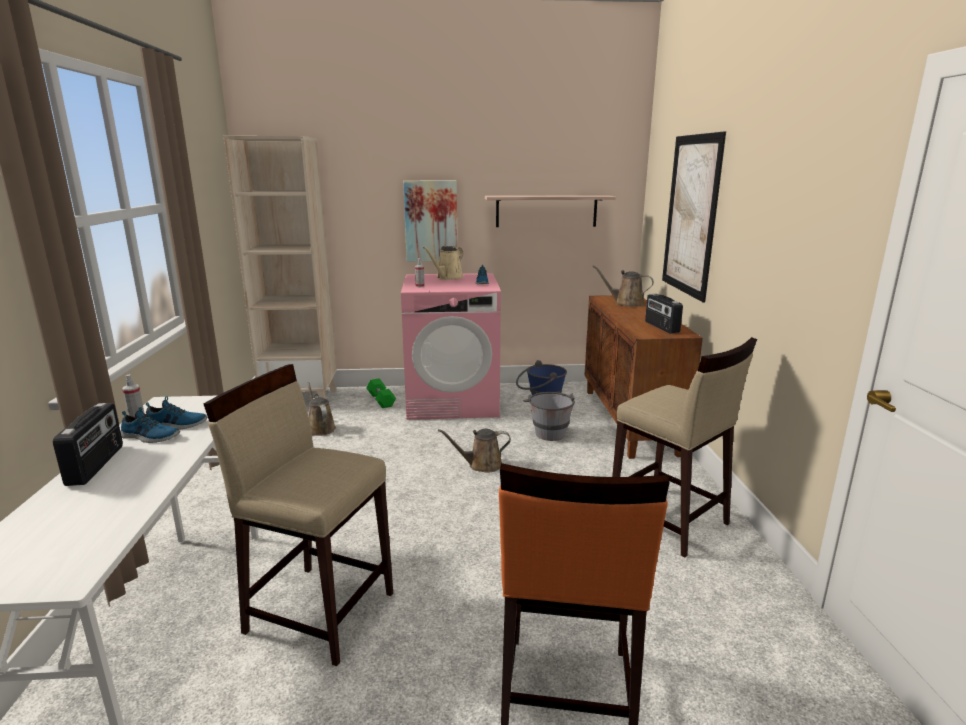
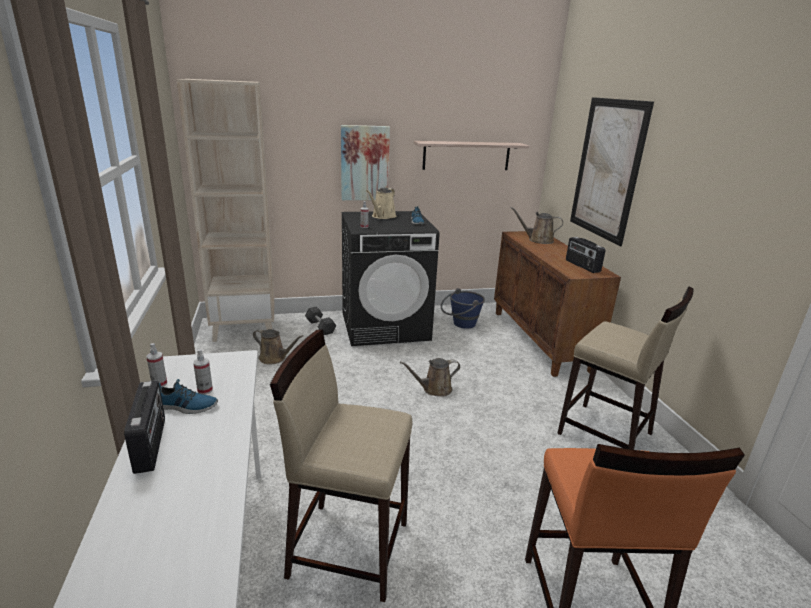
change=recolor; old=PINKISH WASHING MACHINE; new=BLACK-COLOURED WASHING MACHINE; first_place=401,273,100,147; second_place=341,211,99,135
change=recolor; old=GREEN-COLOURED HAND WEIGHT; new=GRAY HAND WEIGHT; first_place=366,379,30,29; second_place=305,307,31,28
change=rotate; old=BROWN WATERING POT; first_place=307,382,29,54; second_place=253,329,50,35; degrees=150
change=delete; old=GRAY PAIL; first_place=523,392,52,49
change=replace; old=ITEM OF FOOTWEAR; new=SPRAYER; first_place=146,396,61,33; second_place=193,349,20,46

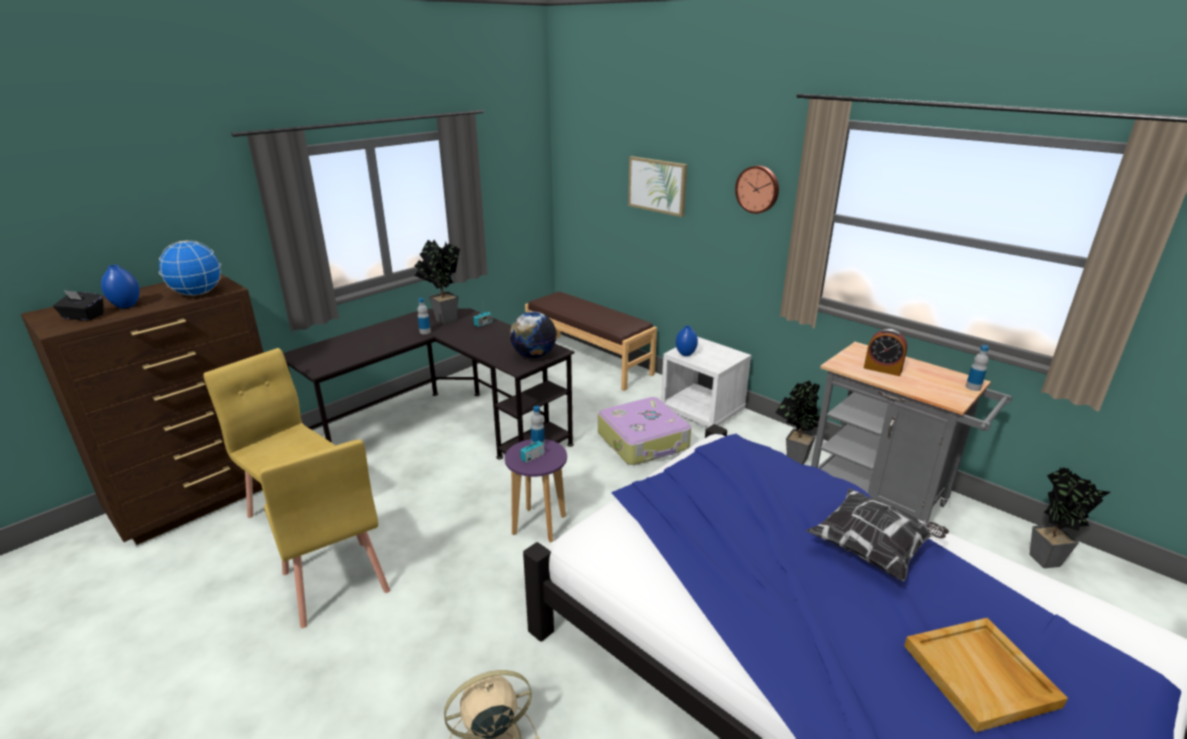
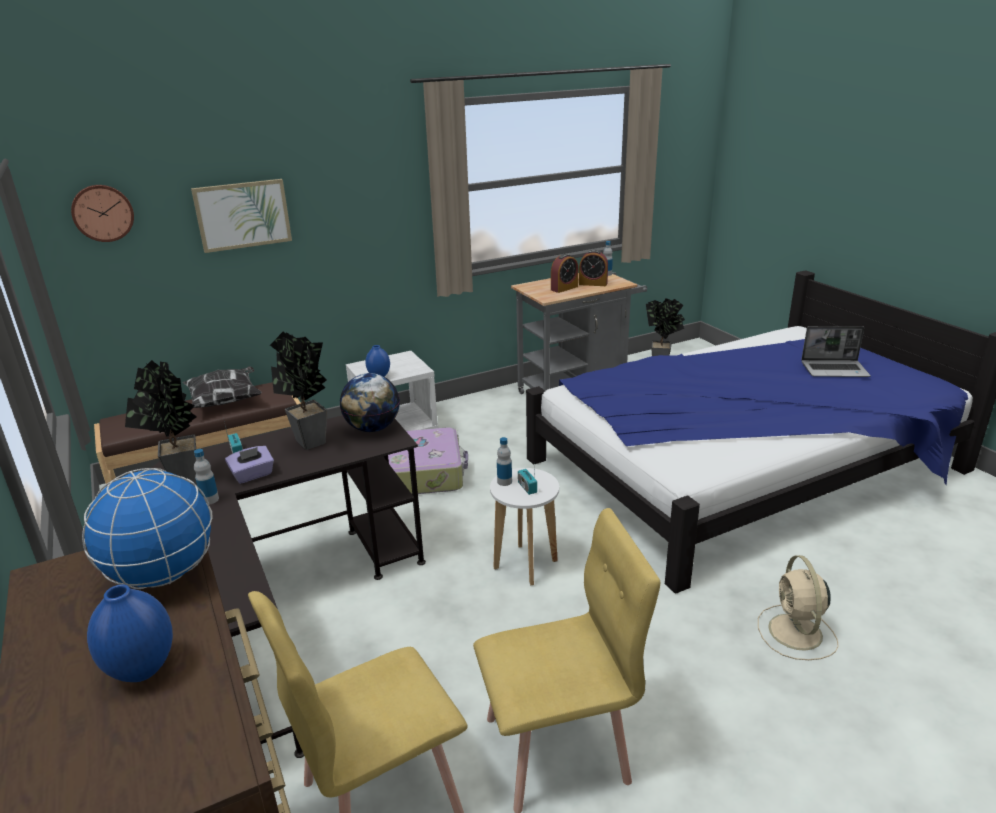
change=move; old=CLOCK ON THE WALL; first_place=735,165,44,49; second_place=71,185,63,57
change=delete; old=BLACK-COLOURED BOX OF TISSUES; first_place=53,290,51,31
change=move; old=PLANT IN A POT; first_place=776,380,44,85; second_place=270,331,57,119
change=recolor; old=PURPLE-COLOURED SITTING STOOL; new=WHITISH SITTING STOOL; first_place=505,439,62,104; second_place=490,468,69,117
change=move; old=PILLOW; first_place=806,489,143,92; second_place=182,366,80,42
change=replace; old=BEIGE-COLOURED TRAY; new=NOTEBOOK COMPUTER; first_place=904,618,164,115; second_place=801,326,70,51
change=insert; new=TABLE CLOCK; second_place=579,250,29,36
change=insert; new=PURPLE-COLOURED BOX OF TISSUES; second_place=225,446,49,38

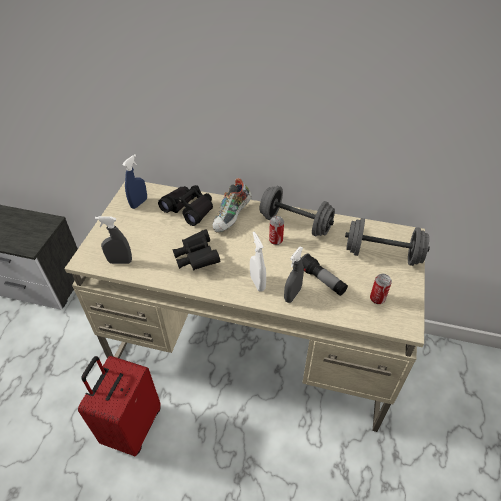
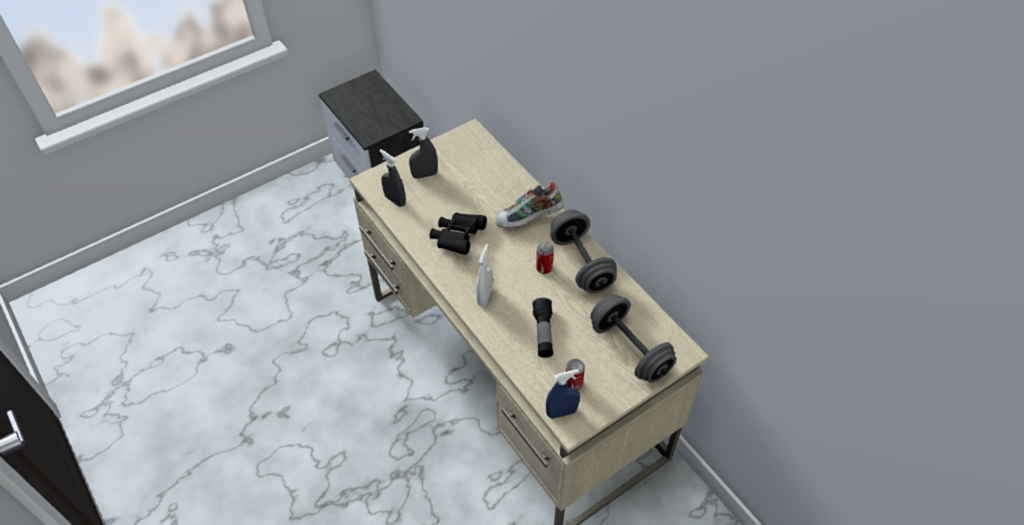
change=move; old=BLUE SPRAYER; first_place=122,154,25,55; second_place=546,369,34,50
change=delete; old=BLACK-COLOURED PAIR OF BINOCULARS; first_place=158,185,55,41
change=move; old=GRAY SPRAYER; first_place=284,247,20,56; second_place=409,127,29,52
change=delete; old=RED-COLOURED TRAVEL CASE; first_place=78,356,83,100

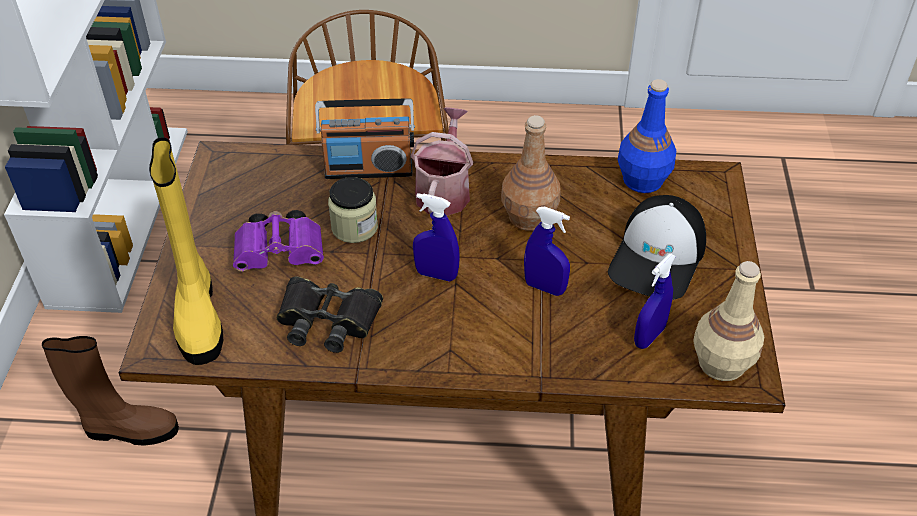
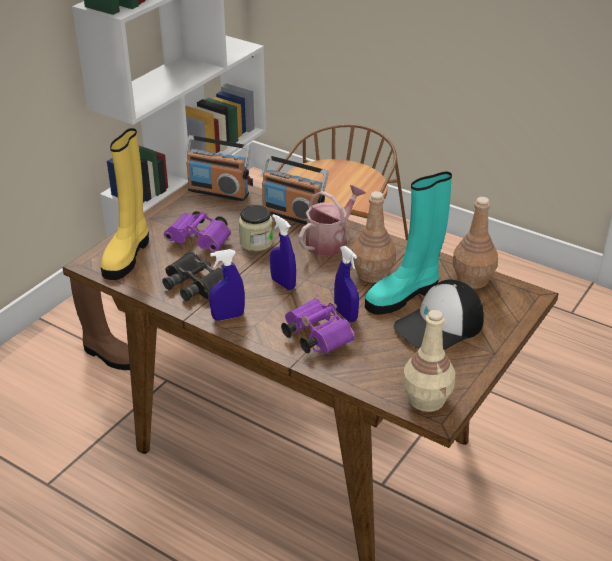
change=recolor; old=BLUE BOTTLE; new=BROWN BOTTLE; first_place=618,79,58,114; second_place=453,197,45,92
change=move; old=BLUE SPRAYER; first_place=634,253,42,96; second_place=209,249,36,72
change=insert; new=RADIO SET; second_place=185,135,66,66
change=insert; new=TURQUOISE-COLOURED HIGH-TOP BOOT; second_place=365,171,87,144
change=insert; new=PURPLE-COLOURED PAIR OF BINOCULARS; second_place=281,298,74,55

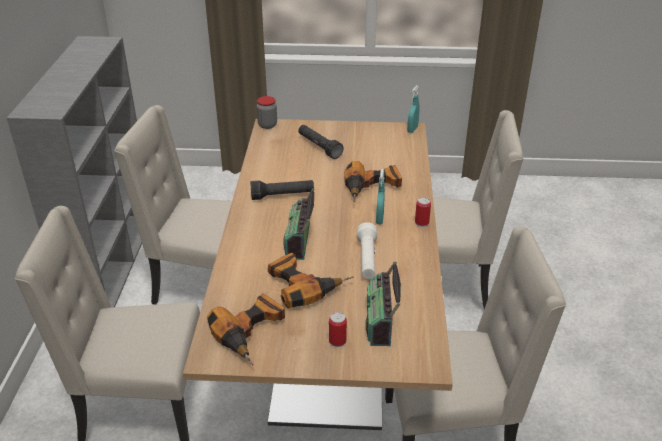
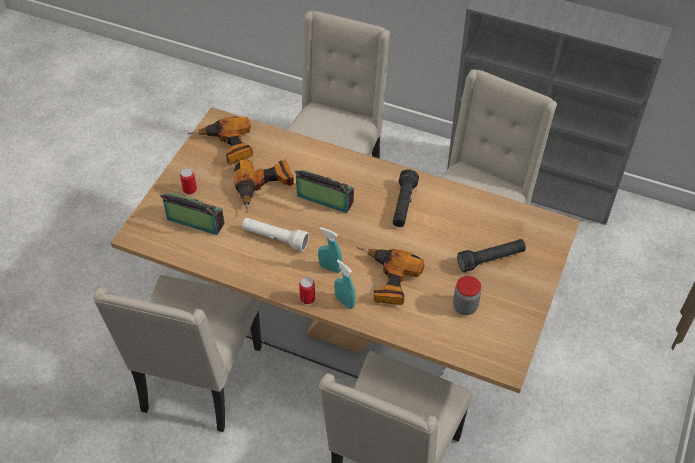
change=move; old=TURQUOISE-COLOURED SPRAYER; first_place=407,85,13,48; second_place=334,259,22,50
change=move; old=PRESERVE JAR; first_place=257,96,20,33; second_place=453,276,28,39

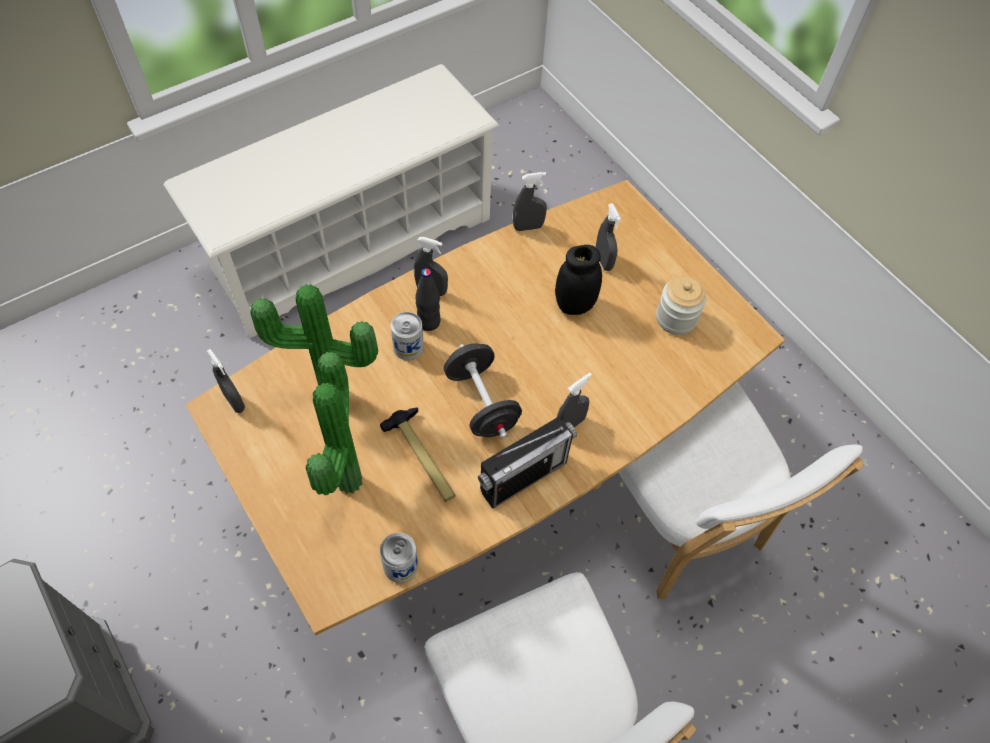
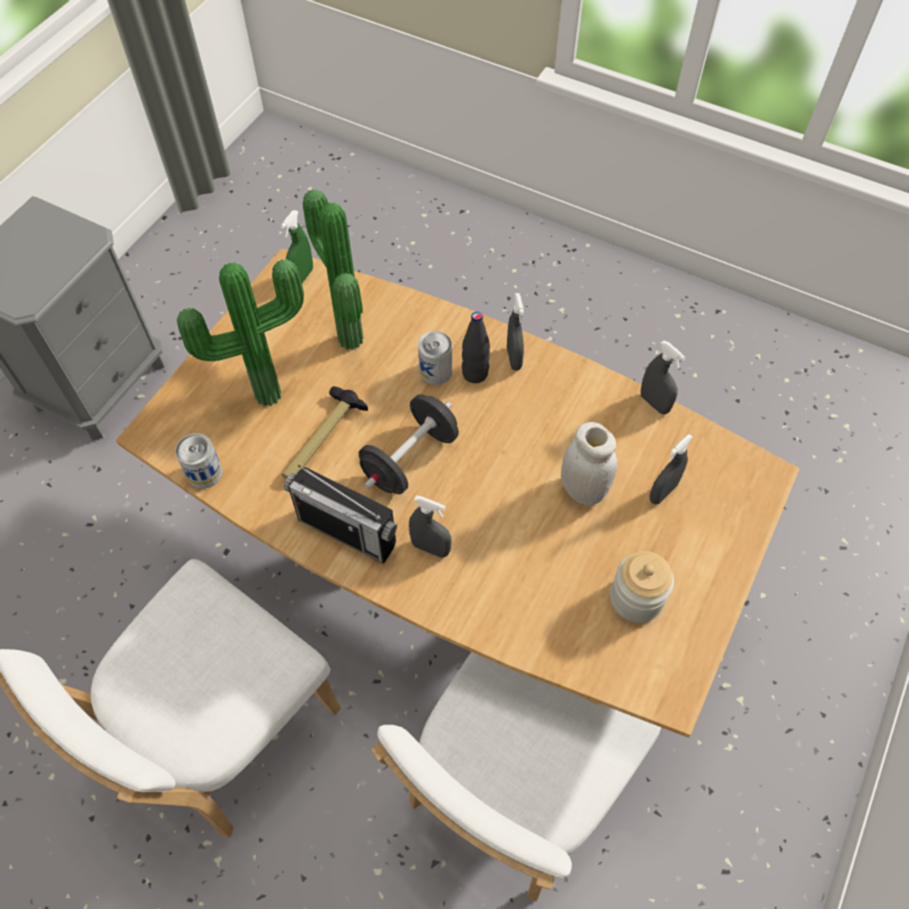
change=delete; old=WHITISH SHOE STAND; first_place=164,64,335,275
change=recolor; old=BLACK-COLOURED PRESERVE JAR; new=WHITISH PRESERVE JAR; first_place=555,245,47,70; second_place=561,422,57,84
change=recolor; old=GRAY SPRAYER; new=GREEN-COLOURED SPRAYER; first_place=207,349,38,64; second_place=281,210,32,73

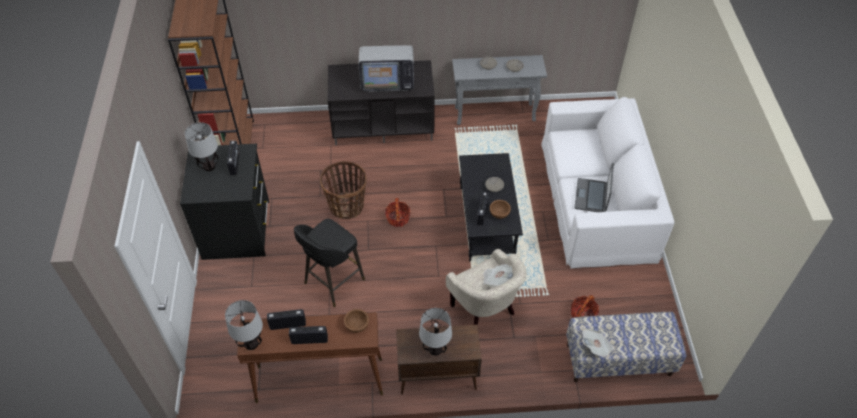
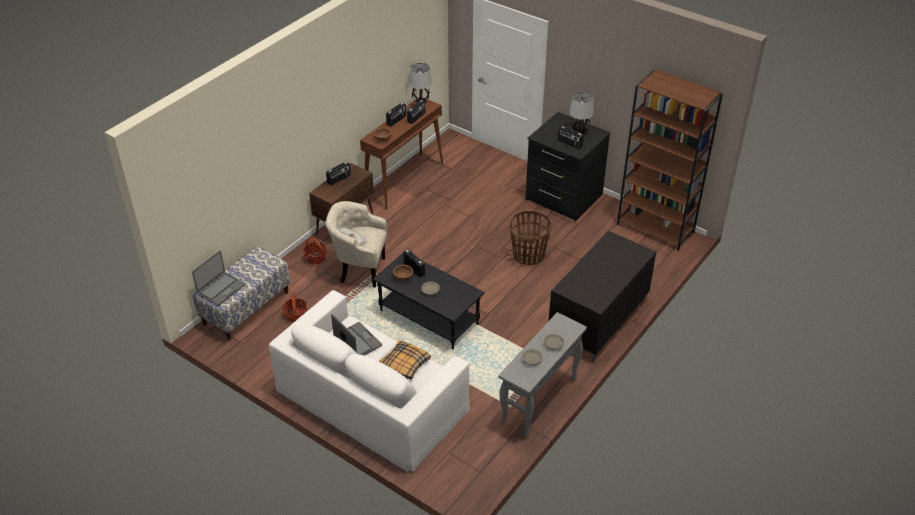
change=delete; old=TV; first_place=359,45,55,47
change=move; old=HOUSEHOLD BASKET; first_place=385,198,25,29; second_place=303,238,24,26
change=delete; old=BLACK-COLOURED SITTING STOOL; first_place=294,218,71,89
change=replace; old=TABLE LAMP; new=RADIO SET; first_place=419,308,33,48; second_place=326,161,25,24
change=delete; old=PRINTED PAPER; first_place=582,329,33,29
change=insert; new=NOTEBOOK COMPUTER; second_place=192,251,53,55
change=insert; new=PILLOW; second_place=379,340,52,40

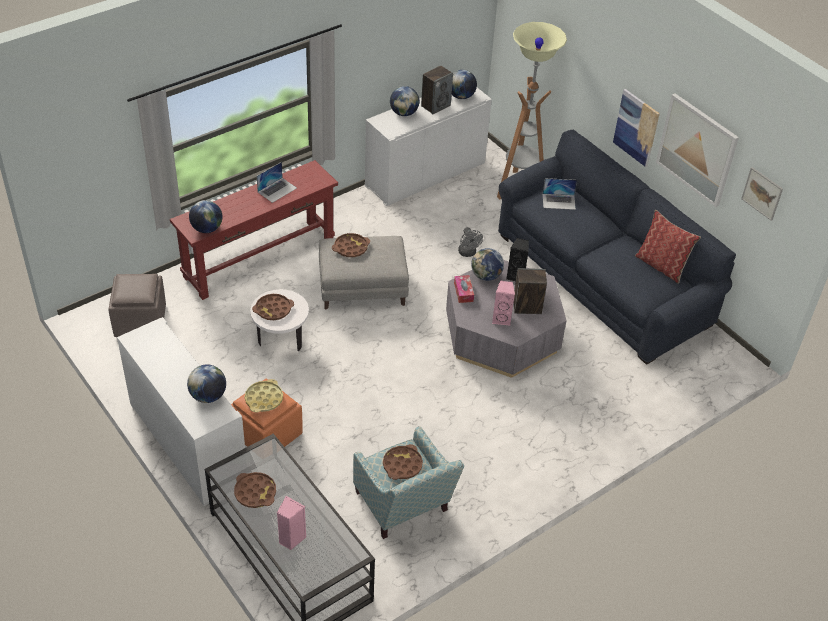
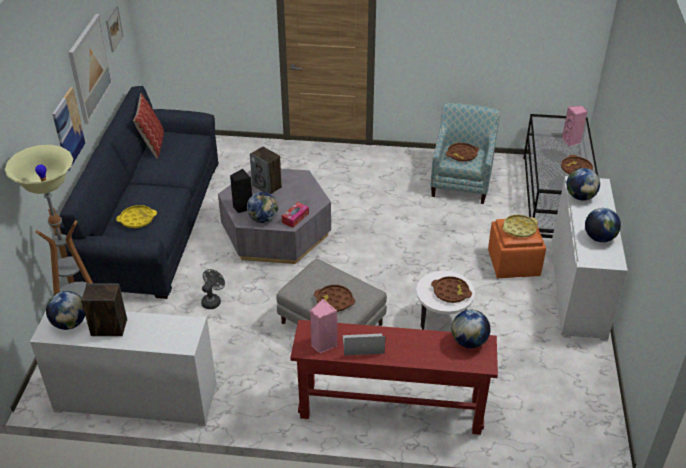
change=move; old=DESK GLOBE; first_place=390,86,30,30; second_place=585,208,36,34
change=replace; old=NOTEBOOK COMPUTER; new=YELLOW-COLOURED TRAY; first_place=543,178,34,32; second_place=116,205,41,23
change=delete; old=BROWN OTTOMAN; first_place=109,274,57,63
change=move; old=PINKISH LOUDSPEAKER; first_place=492,281,23,45; second_place=310,299,27,54

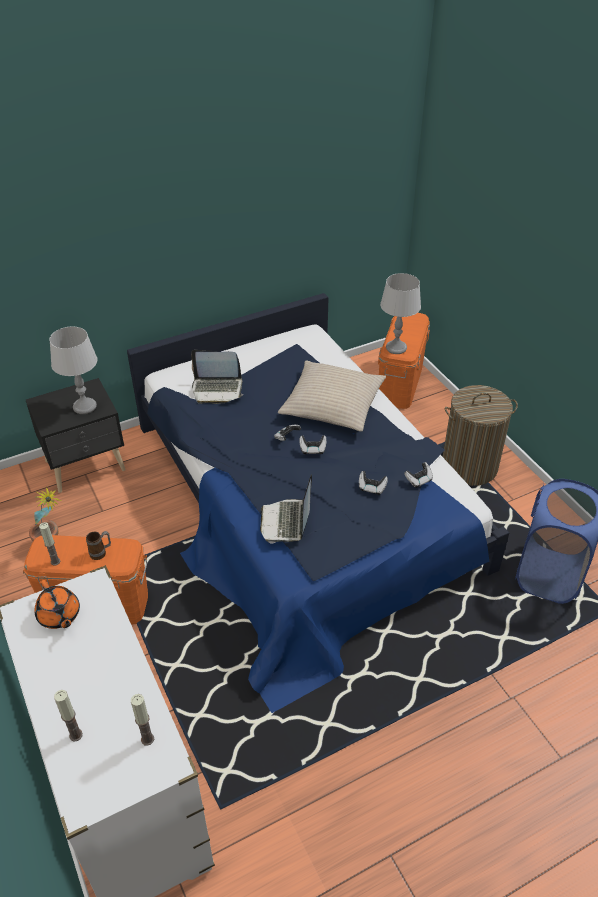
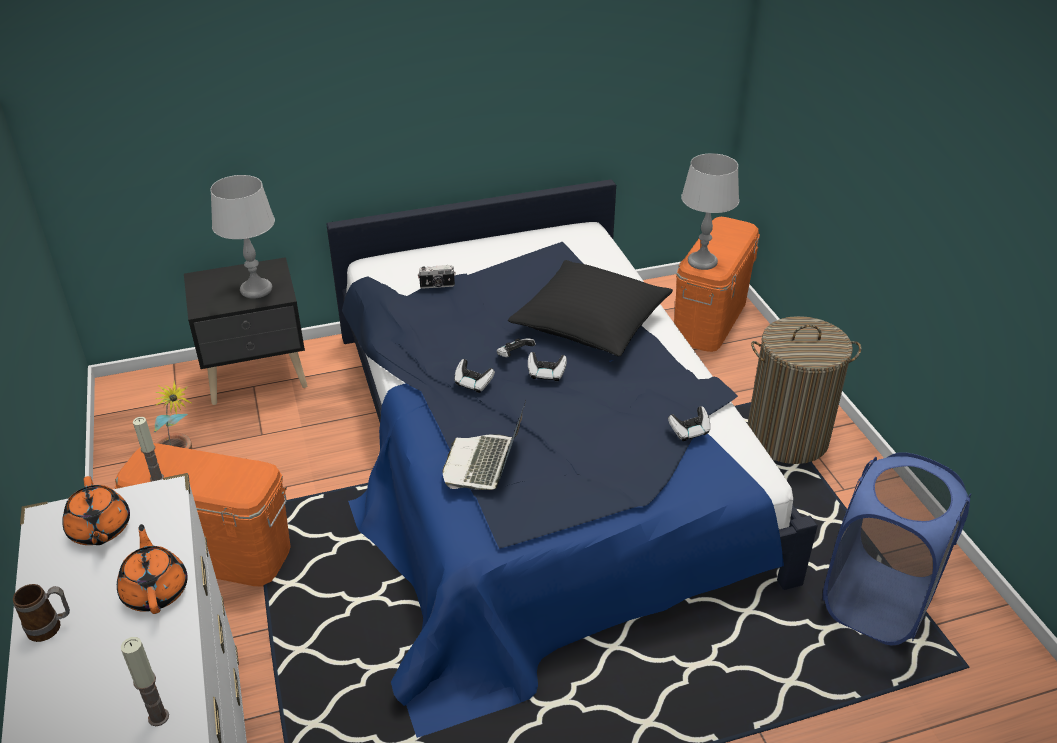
change=replace; old=NOTEBOOK COMPUTER; new=PHOTO CAMERA; first_place=191,350,52,54; second_place=418,265,38,24
change=recolor; old=BEIGE-COLOURED PILLOW; new=BLACK-COLOURED PILLOW; first_place=278,360,108,72; second_place=508,260,165,96
change=move; old=JOYPAD; first_place=359,471,29,24; second_place=454,359,41,34
change=move; old=COFFEE MUG; first_place=86,531,25,29; second_place=13,584,57,58
change=delete; old=WAX CANDLE; first_place=54,690,29,51
change=insert; new=ORANGEY POT FOR TEA; second_place=117,524,71,90

